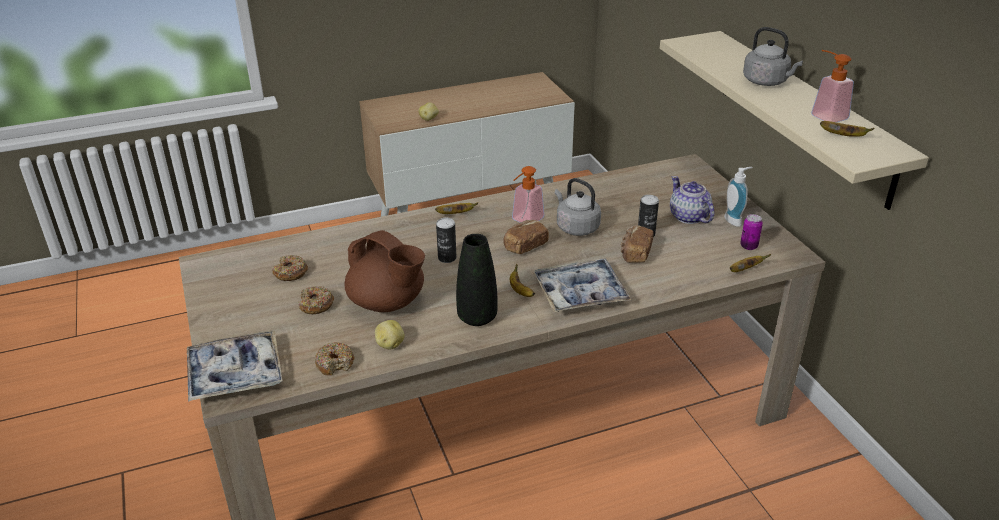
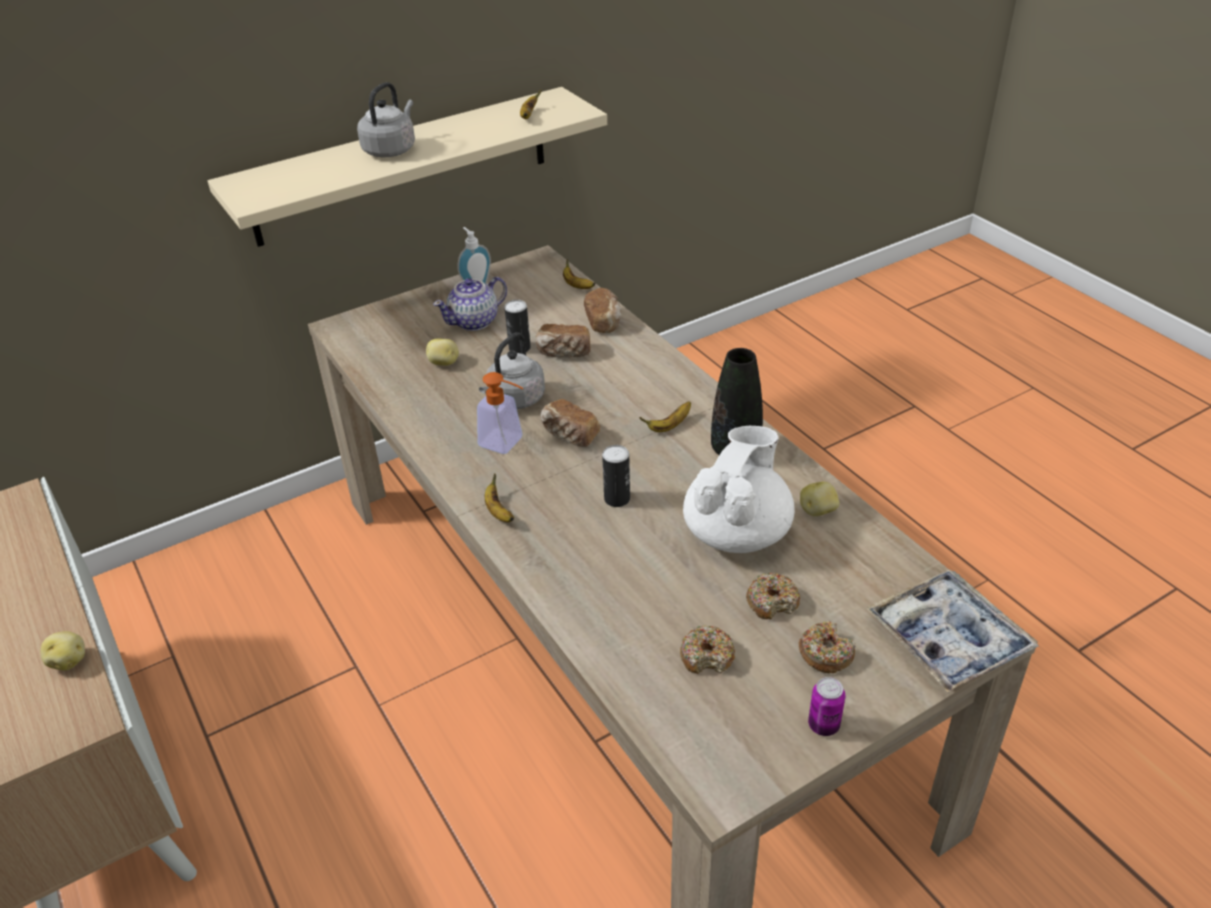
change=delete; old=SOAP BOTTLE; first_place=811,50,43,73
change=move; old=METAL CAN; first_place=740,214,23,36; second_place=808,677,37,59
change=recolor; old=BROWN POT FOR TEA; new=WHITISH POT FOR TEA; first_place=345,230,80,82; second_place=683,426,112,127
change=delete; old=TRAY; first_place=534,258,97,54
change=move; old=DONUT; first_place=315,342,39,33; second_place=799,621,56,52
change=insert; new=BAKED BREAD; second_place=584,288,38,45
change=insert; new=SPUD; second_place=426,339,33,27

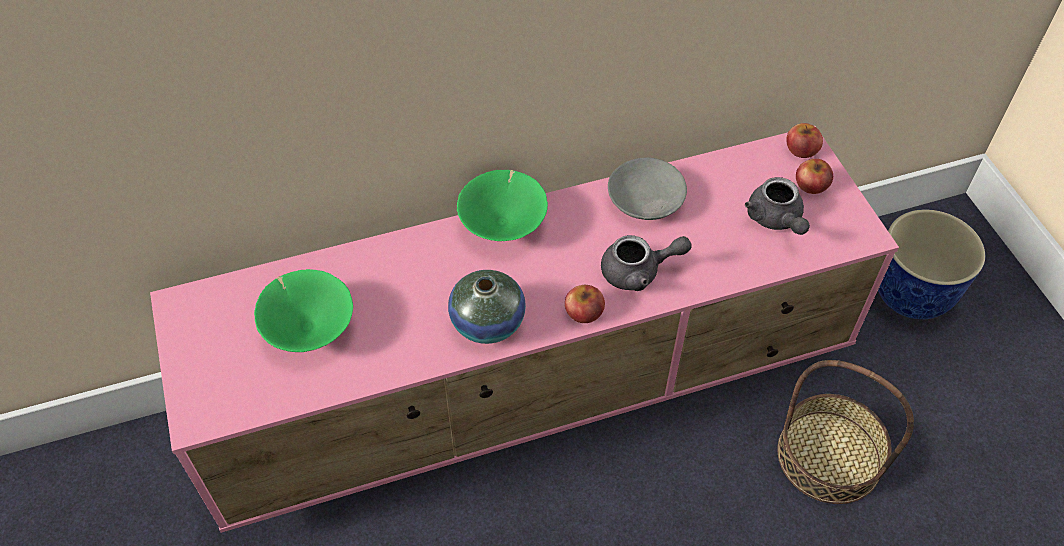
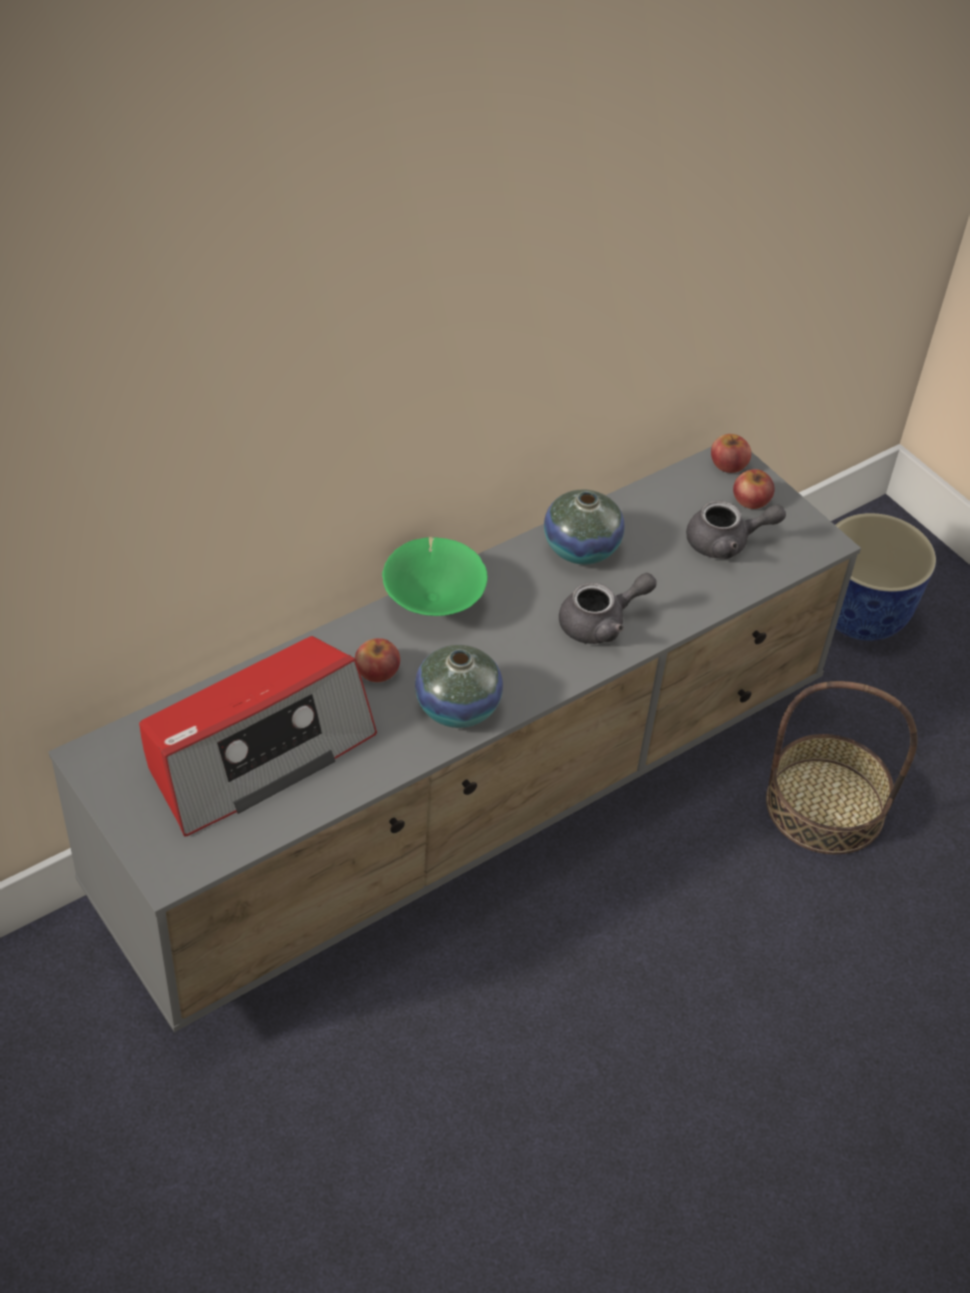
change=recolor; old=PINKISH TV STAND; new=GRAY TV STAND; first_place=150,126,749,407; second_place=48,446,813,586
change=replace; old=GRAY DEEP DISH; new=FLOWER VASE; first_place=608,158,79,62; second_place=544,489,81,76
change=rotate; old=GRAY POT FOR TEA; first_place=745,177,65,58; second_place=686,500,100,59; degrees=-60
change=replace; old=GREEN-COLOURED DEEP DISH; new=RADIO SET; first_place=254,269,99,83; second_place=139,636,238,200
change=move; old=APPLE FRUIT; first_place=565,285,40,38; second_place=355,638,45,44

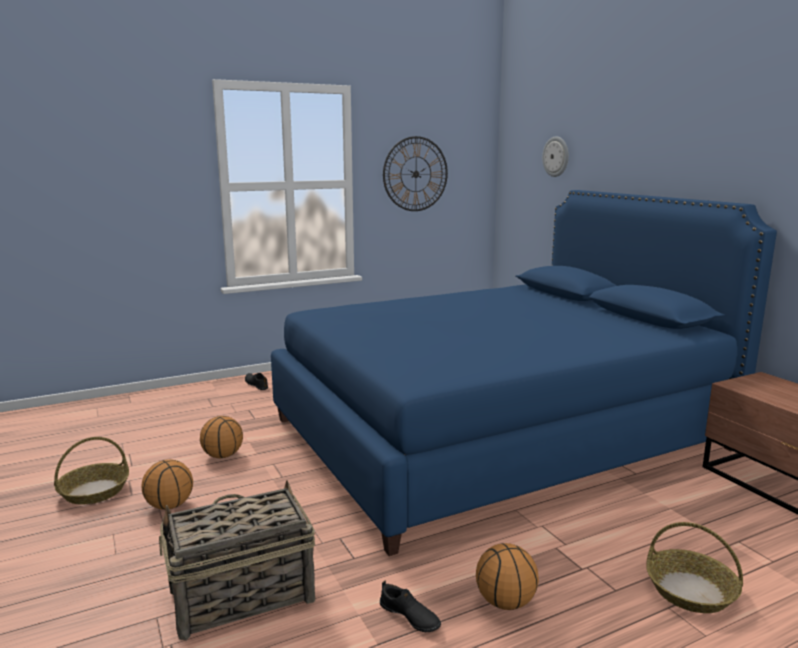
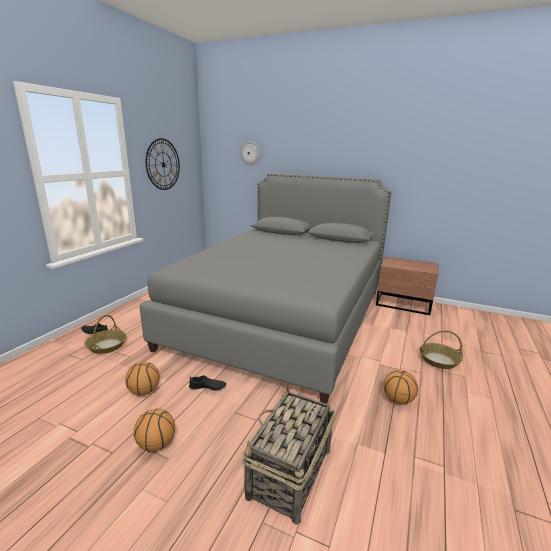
change=recolor; old=BLUE SLEEPING BED; new=GRAY SLEEPING BED; first_place=271,190,506,366; second_place=140,173,251,231
change=move; old=HOUSEHOLD BASKET; first_place=54,437,75,67; second_place=84,315,43,39
change=move; old=BLACK-COLOURED ITEM OF FOOTWEAR; first_place=380,581,61,51; second_place=189,375,37,15

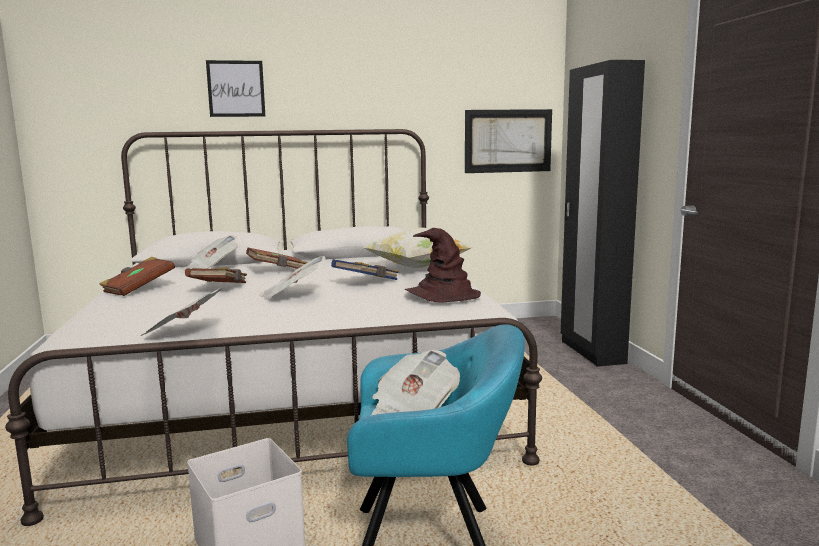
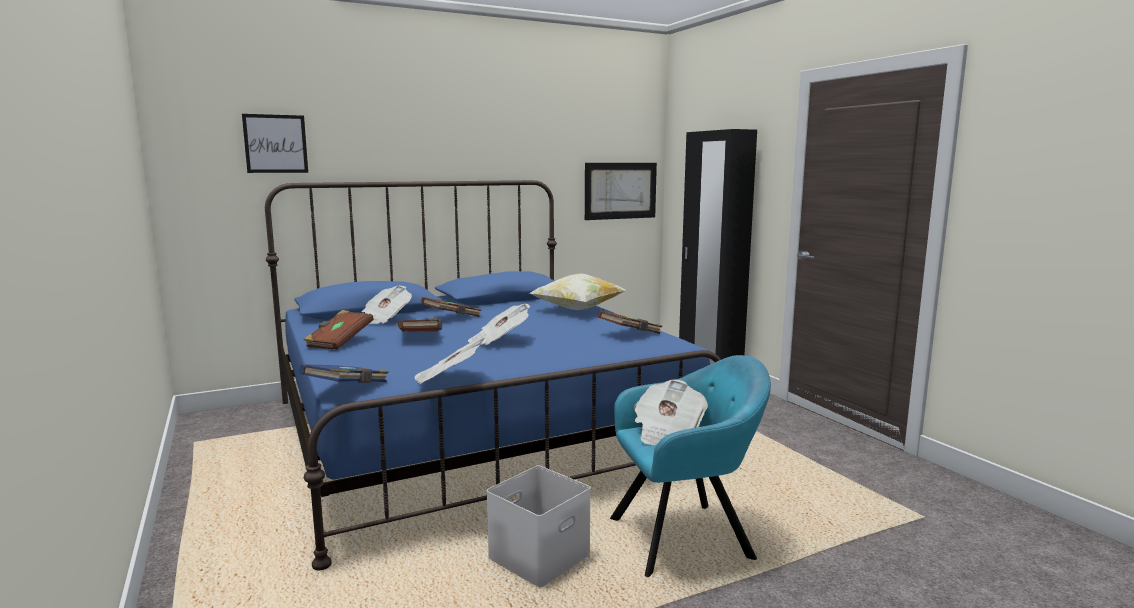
change=move; old=WALL PICTURE; first_place=206,60,59,57; second_place=242,114,66,59
change=recolor; old=WHITISH SLEEPING BED; new=BLUE SLEEPING BED; first_place=5,129,537,397; second_place=265,180,456,390
change=replace; old=BROWN WEARABLE HAT; new=BROWN VOLUME; first_place=404,228,77,74; second_place=597,311,66,23
change=move; old=BLUE VOLUME; first_place=331,260,68,20; second_place=299,364,90,19

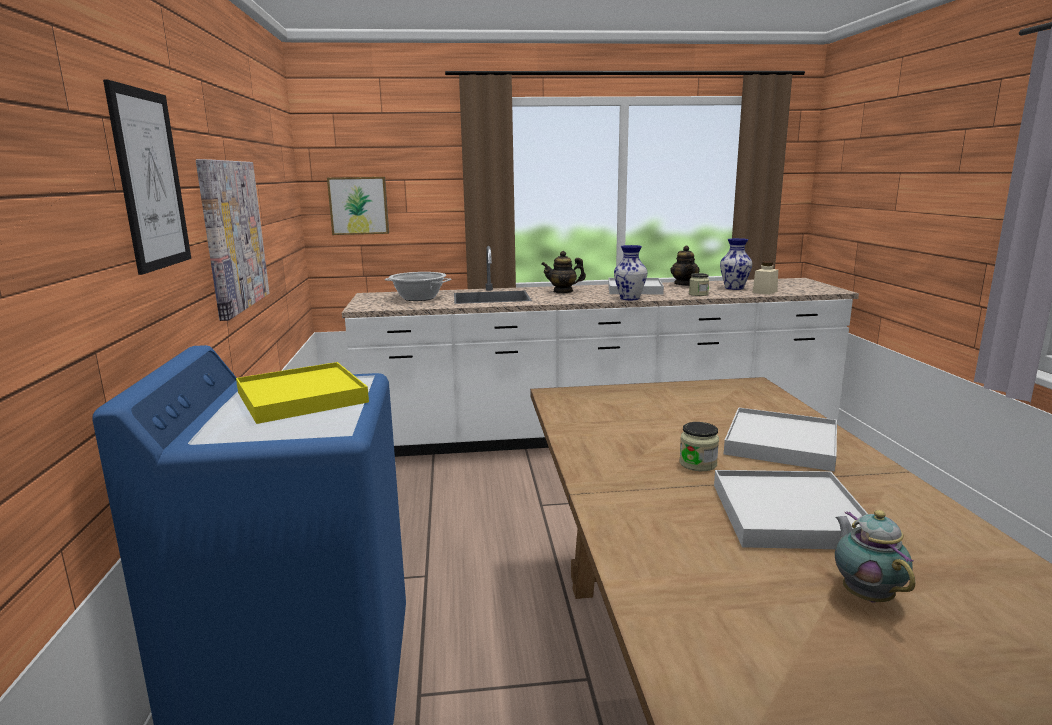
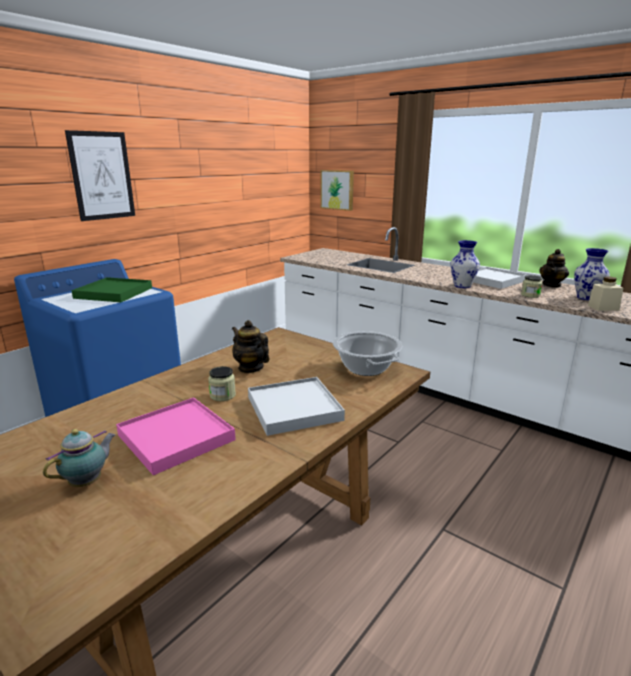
change=delete; old=WALL PICTURE; first_place=196,159,73,162
change=move; old=POT FOR TEA; first_place=541,251,45,42; second_place=232,320,37,53
change=move; old=COOKING POT; first_place=385,272,66,29; second_place=333,331,69,45
change=recolor; old=YELLOW-COLOURED TRAY; new=GREEN-COLOURED TRAY; first_place=236,362,133,62; second_place=71,277,81,25
change=recolor; old=WHITISH TRAY; new=PINKISH TRAY; first_place=714,470,154,79; second_place=116,397,120,78

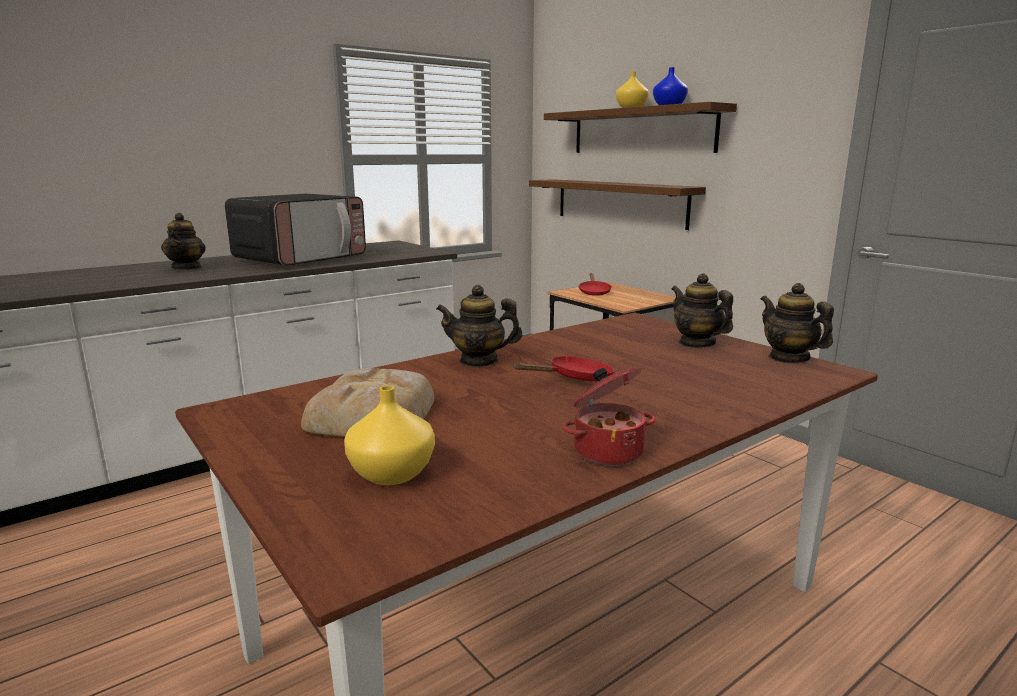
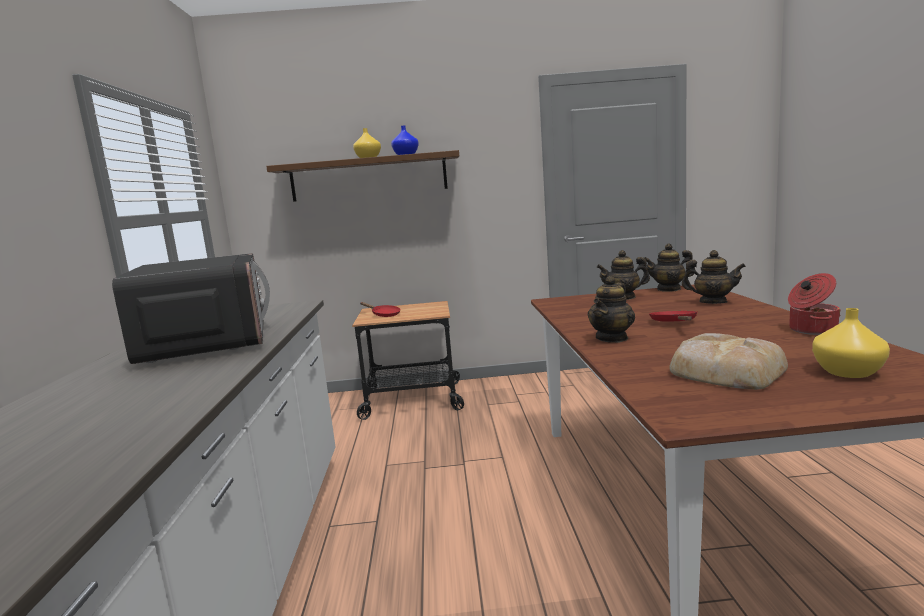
change=delete; old=BROWN BRACKET SHELF; first_place=529,179,177,51
change=move; old=POT FOR TEA; first_place=161,213,45,57; second_place=682,250,64,54

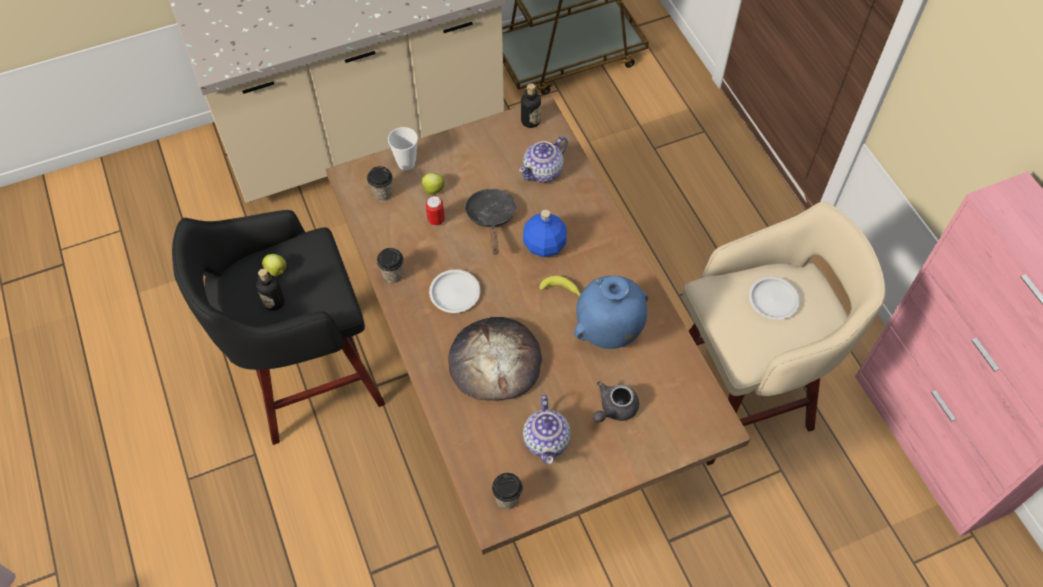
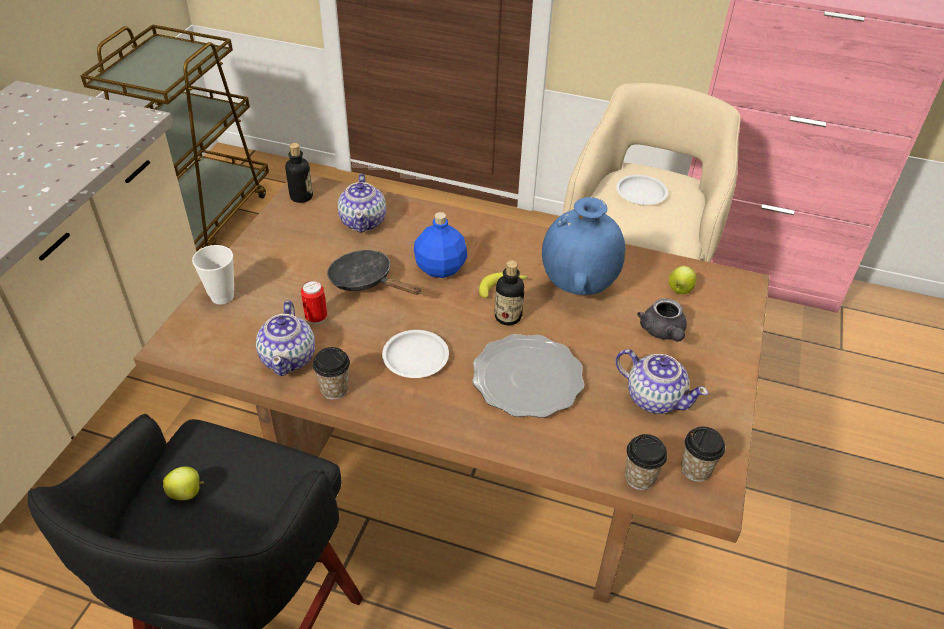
change=move; old=SMALL CUP; first_place=367,166,26,36; second_place=625,434,42,56
change=move; old=APPLE FRUIT; first_place=420,173,24,21; second_place=669,266,27,28
change=move; old=BOTTLE; first_place=256,269,29,42; second_place=495,260,29,65
change=replace; old=BAKED BREAD; new=FLAT DISH; first_place=448,317,94,83; second_place=472,334,112,84
change=insert; new=POT FOR TEA; second_place=256,301,59,75

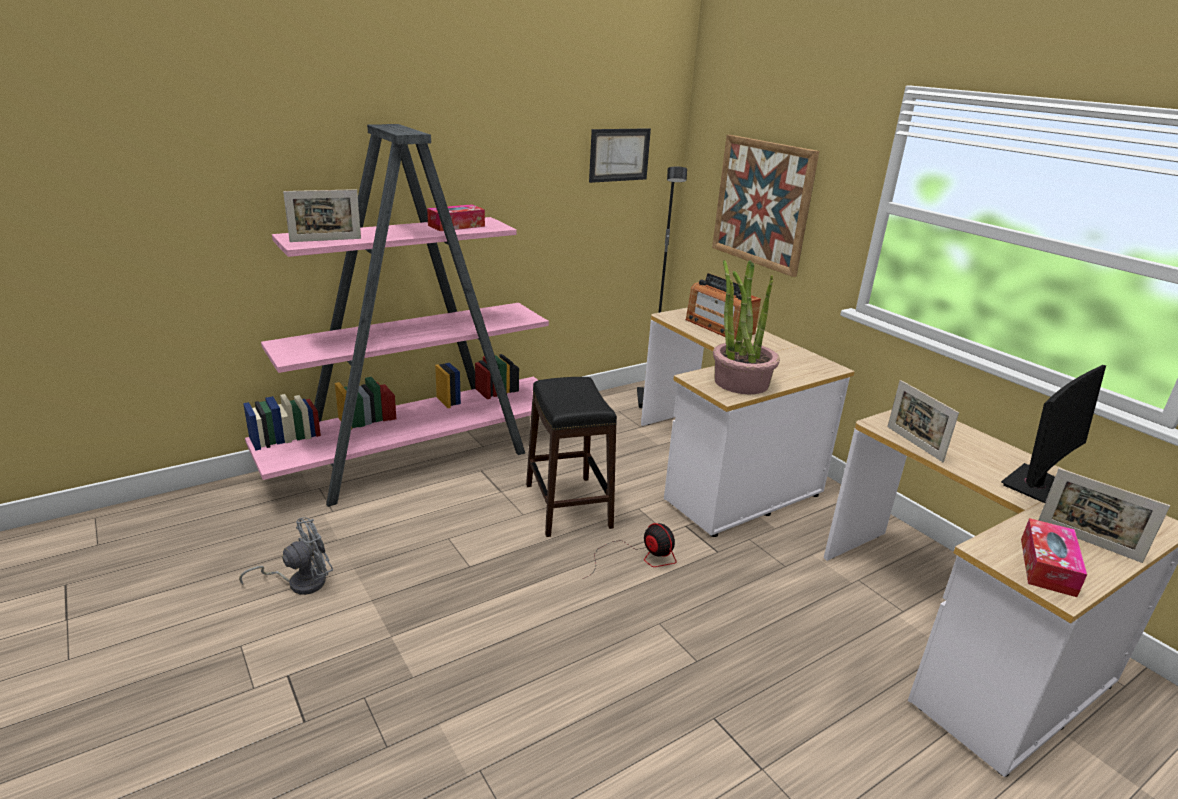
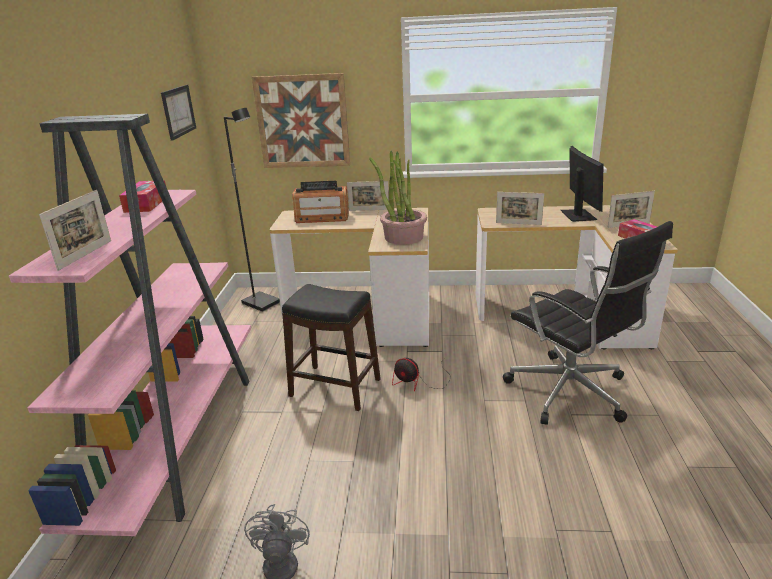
change=rotate; old=FAN; first_place=583,523,94,56; second_place=392,358,59,33; degrees=-150
change=insert; new=PICTURE FRAME; second_place=347,181,42,30
change=insert; new=BLACK-COLOURED OFFICE CHAIR; second_place=503,221,170,204

